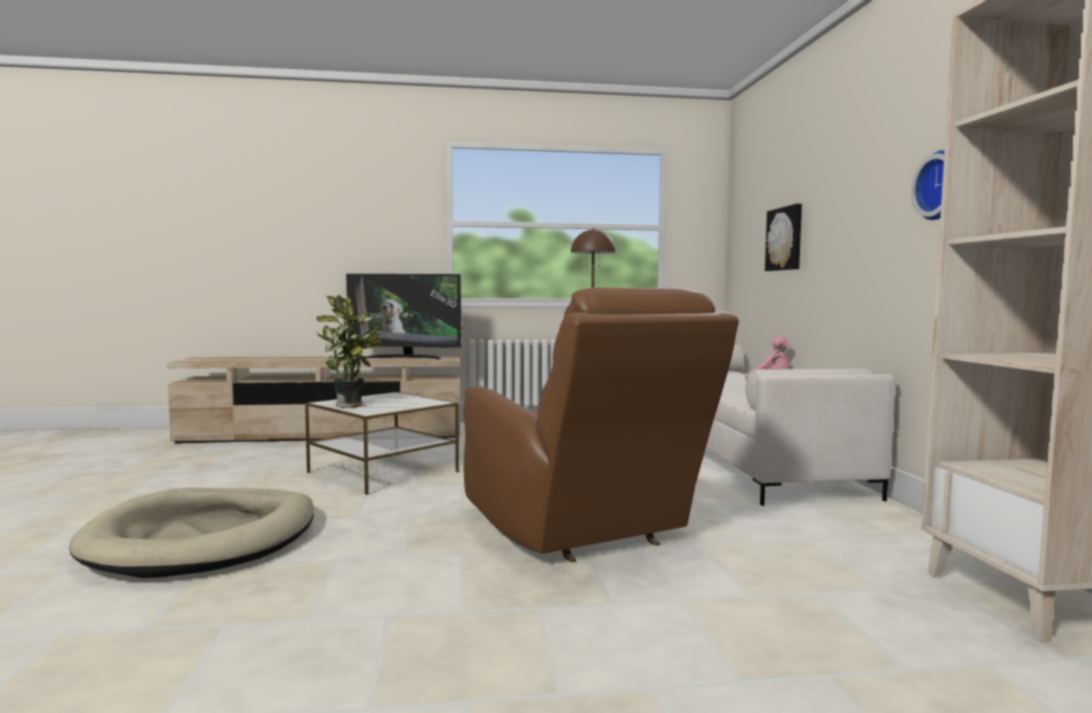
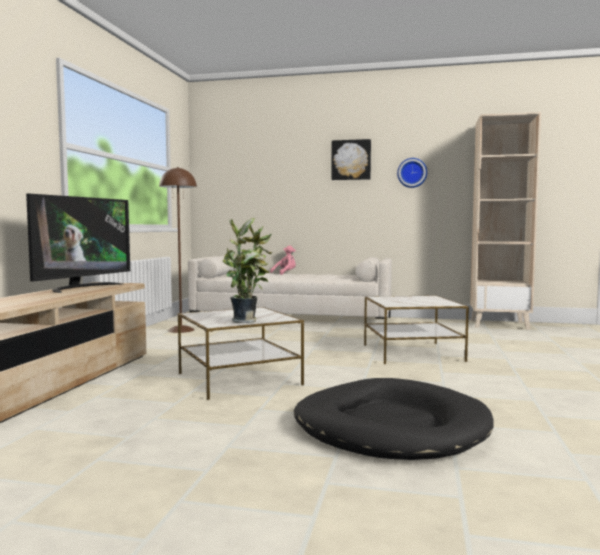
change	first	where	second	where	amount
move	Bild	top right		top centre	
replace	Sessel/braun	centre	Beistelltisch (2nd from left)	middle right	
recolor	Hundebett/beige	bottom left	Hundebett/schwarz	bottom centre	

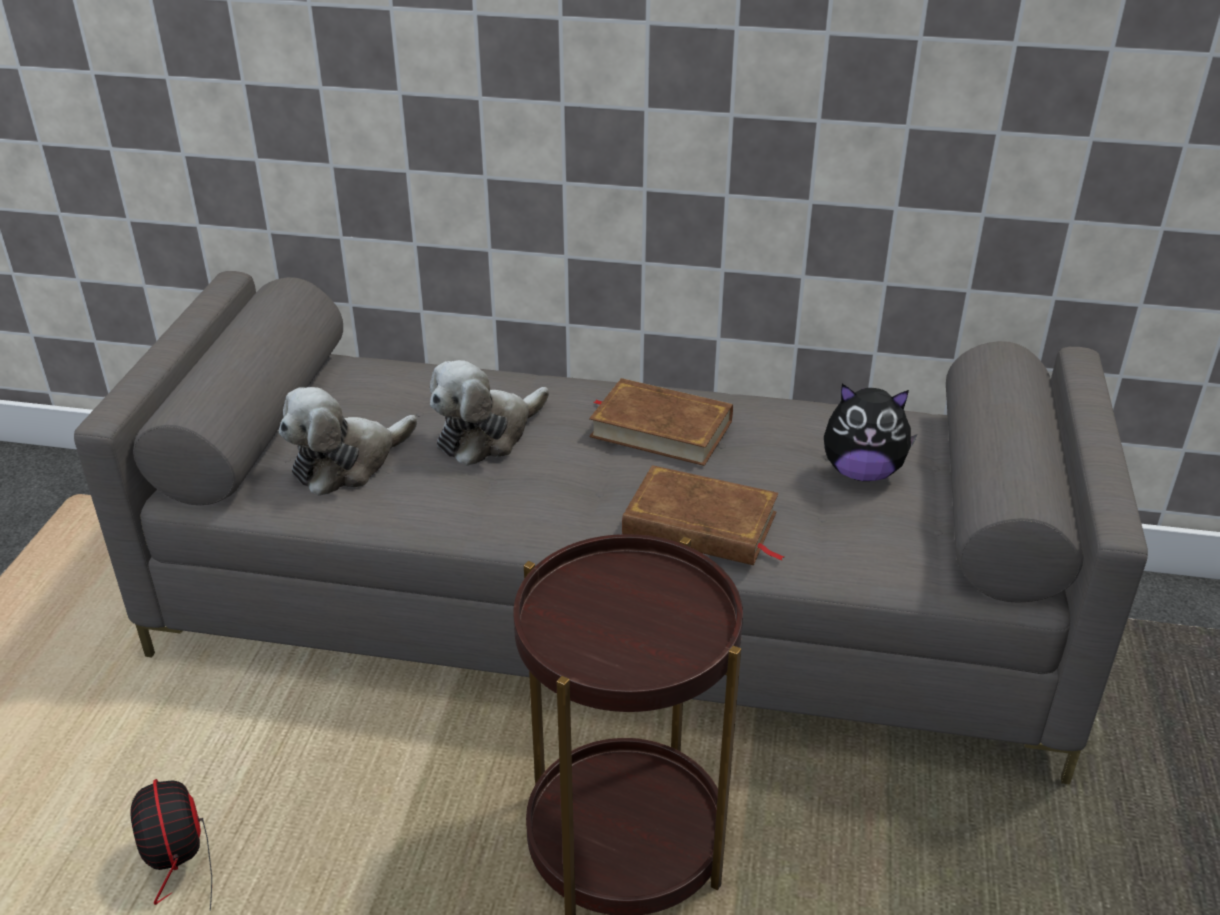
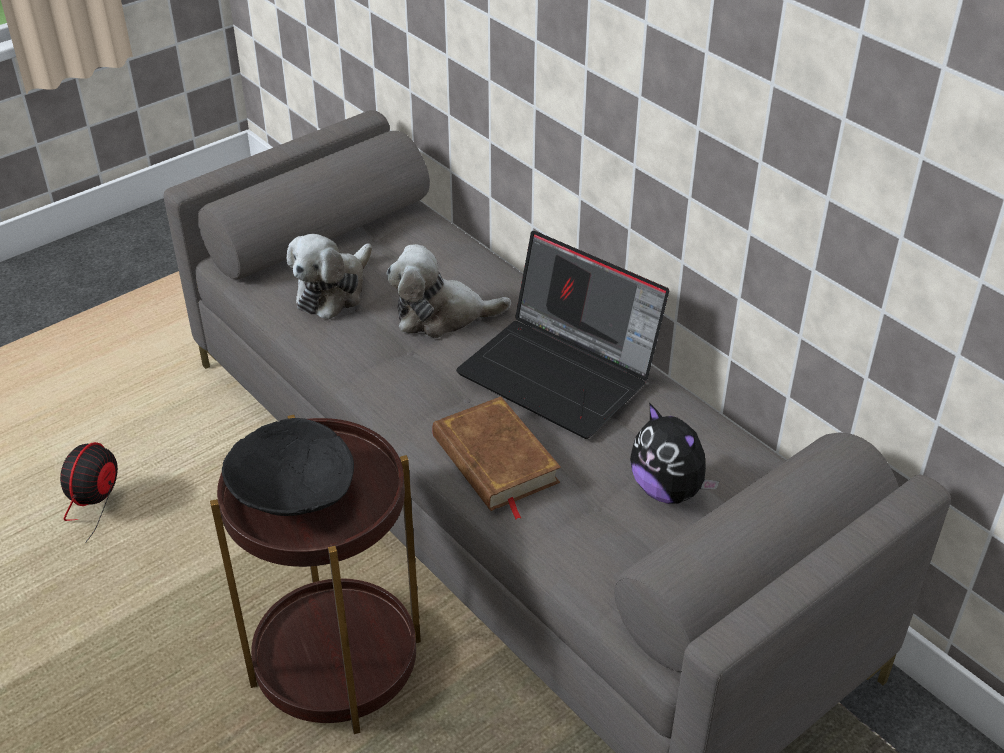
change	first	where	second	where	amount
replace	Buch/braun (1st from left)	centre	Laptop	centre	
rotate	Plüschtier (1st from left)	middle left		middle left	60 degrees counterclockwise
insert			Schüssel/schwarz	middle left	

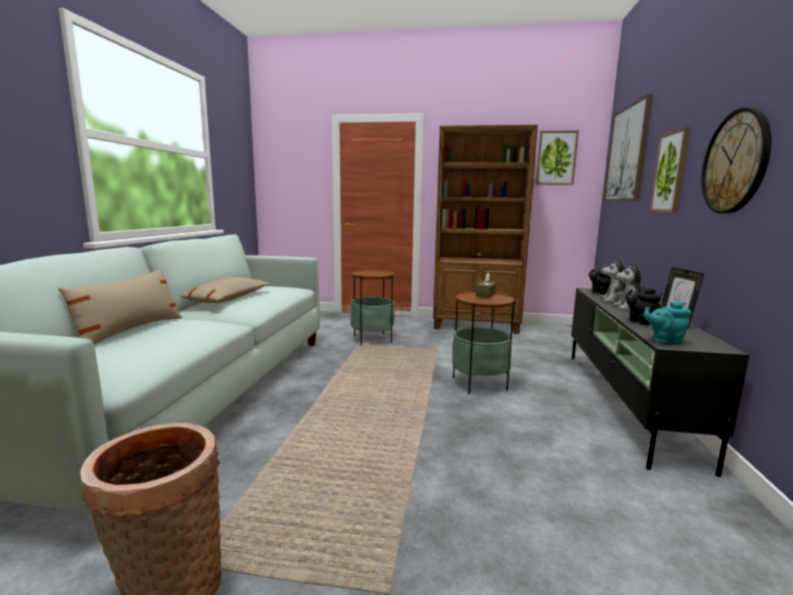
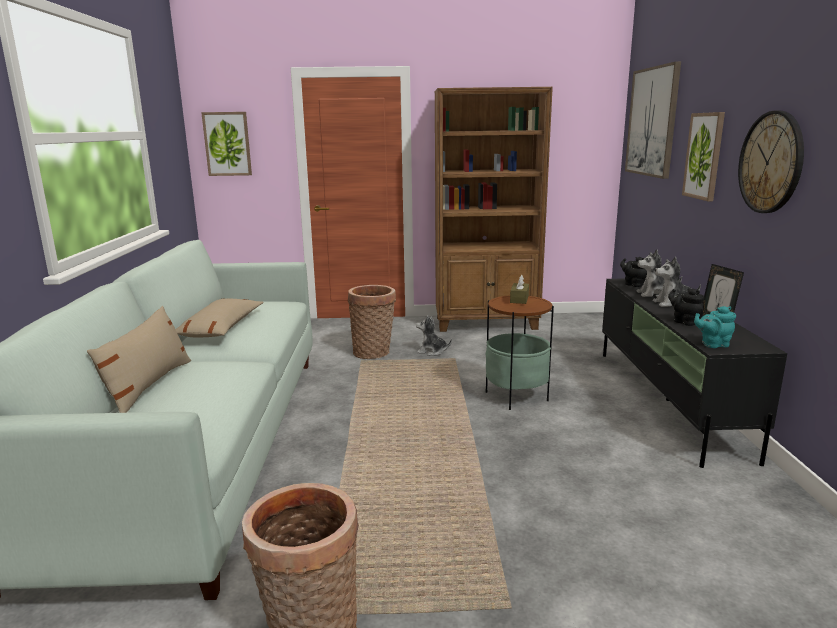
change	first	where	second	where	amount
move	Bild (1st from left)	top right		top left	
replace	Beistelltisch (1st from left)	centre	Korb (2nd from left)	centre	
insert			Plüschtier (1st from left)	centre	

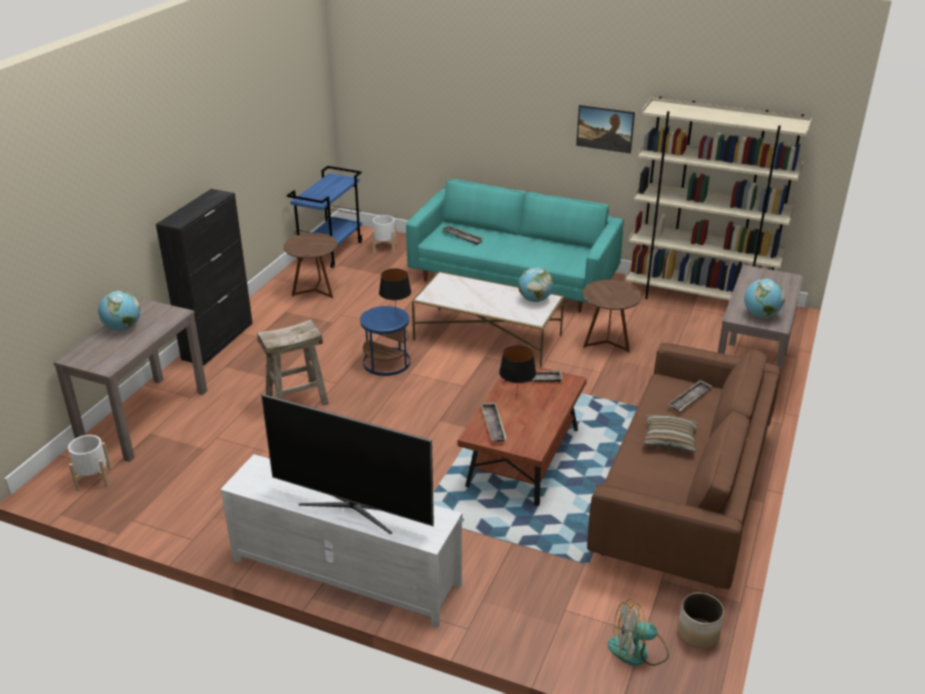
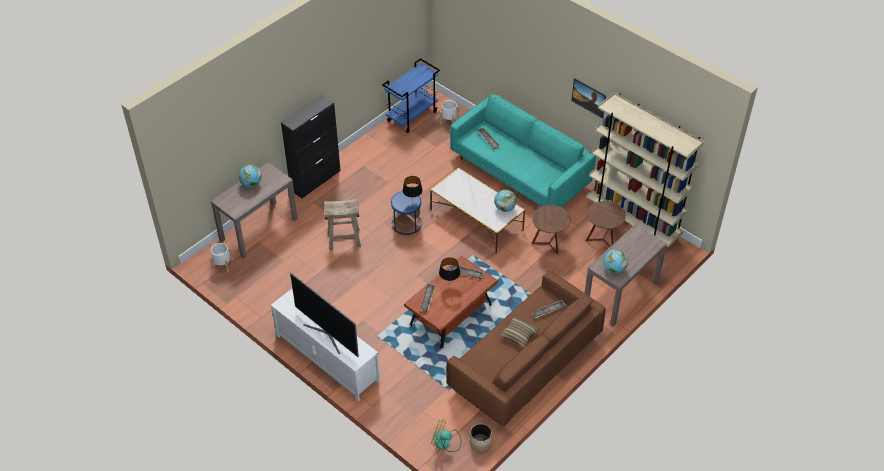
change	first	where	second	where	amount
move	Beistelltisch/braun (1st from left in the first image)	centre	Beistelltisch/braun (2nd from left)	middle right	

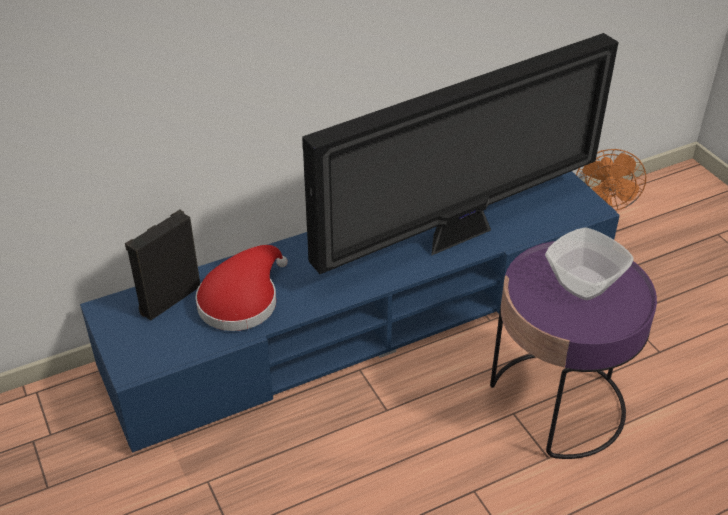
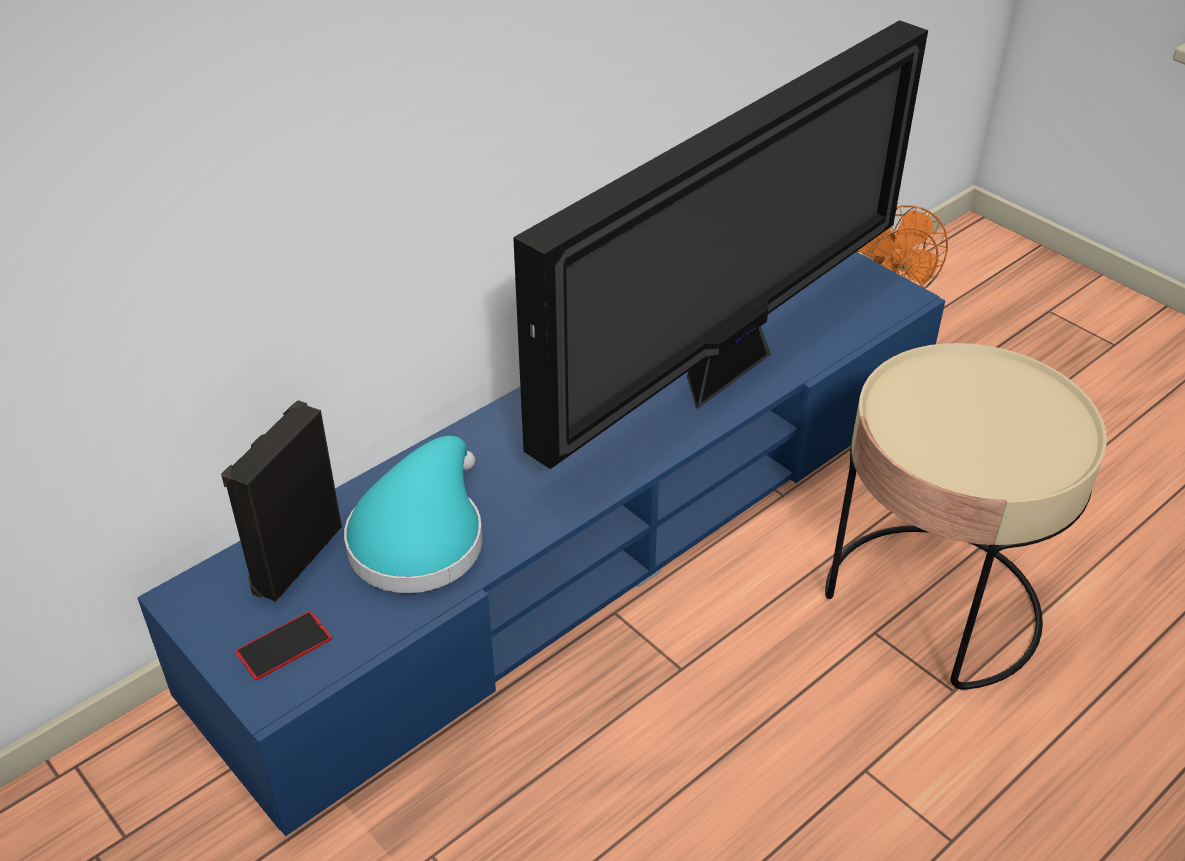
change	first	where	second	where	amount
delete	Schüssel	middle right			
recolor	Beistelltisch/lila	bottom right	Beistelltisch/beige	middle right	
recolor	Hut/rot	middle left	Hut/türkis	centre	
insert			Handy	bottom left	

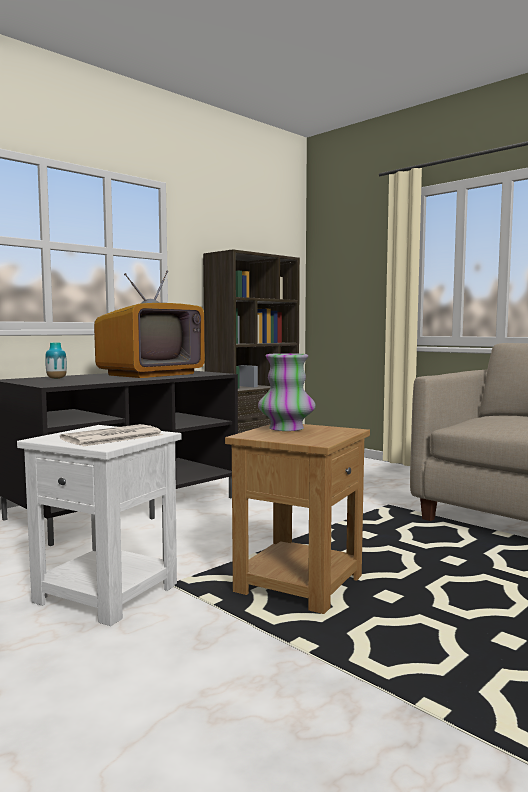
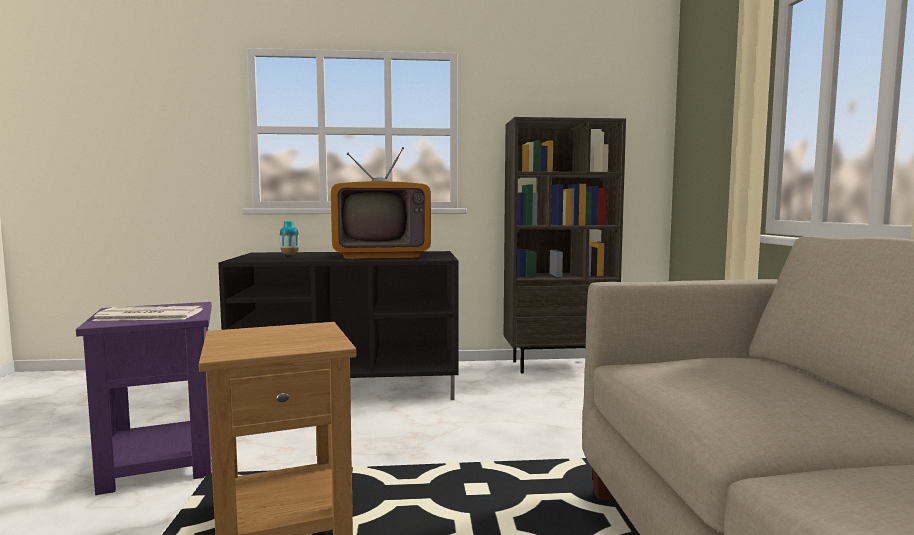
change	first	where	second	where	amount
delete	Vase (2nd from left)	centre			
recolor	Beistelltisch/weiß	middle left	Beistelltisch/lila	bottom left	

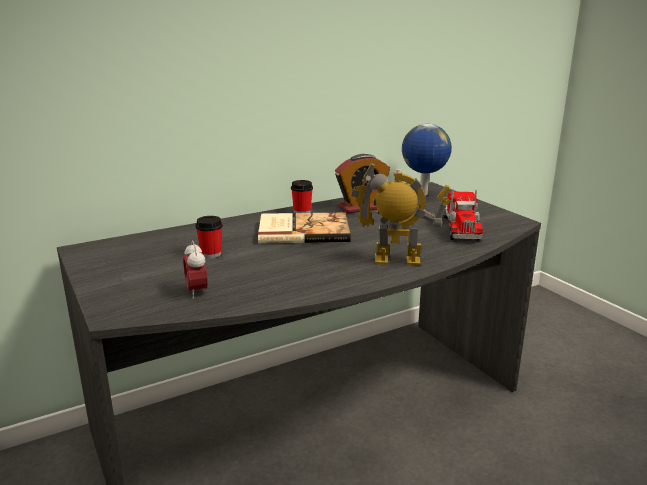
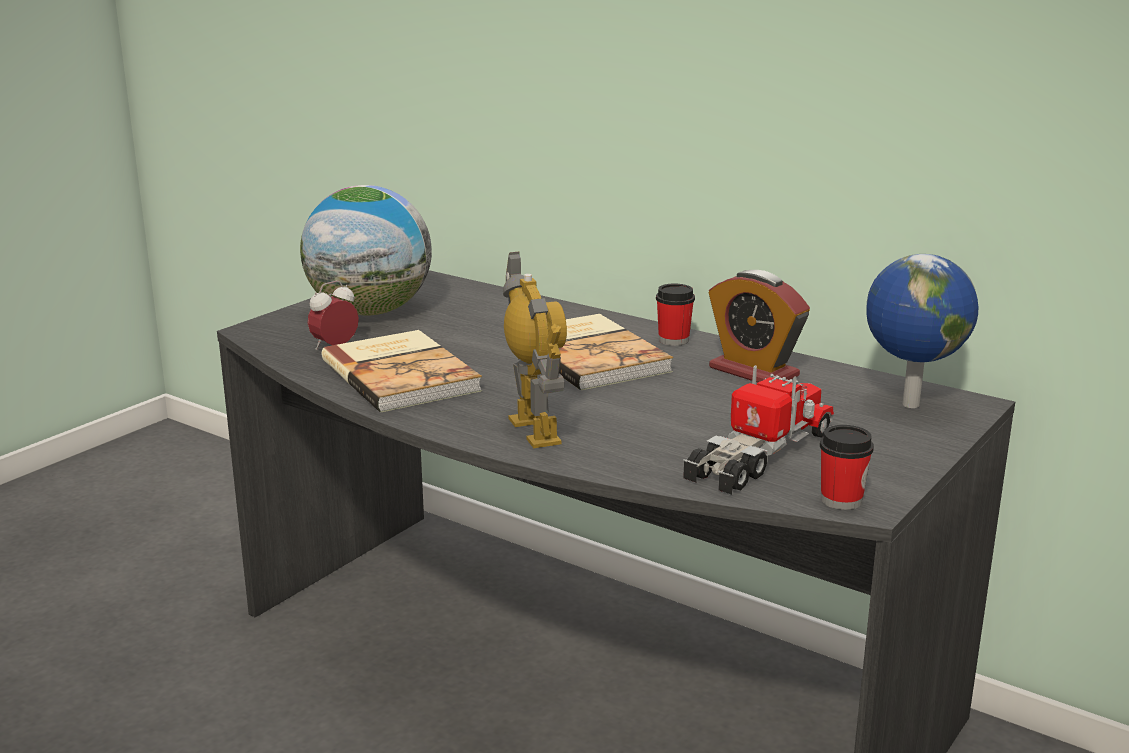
change	first	where	second	where	amount
rotate	Spielzeuglaster	middle right		middle right	150 degrees clockwise
move	Tasse (1st from left in the first image)	middle left	Tasse (2nd from left)	middle right	
insert			Globus (1st from left)	top left	
insert			Buch (1st from left)	centre	

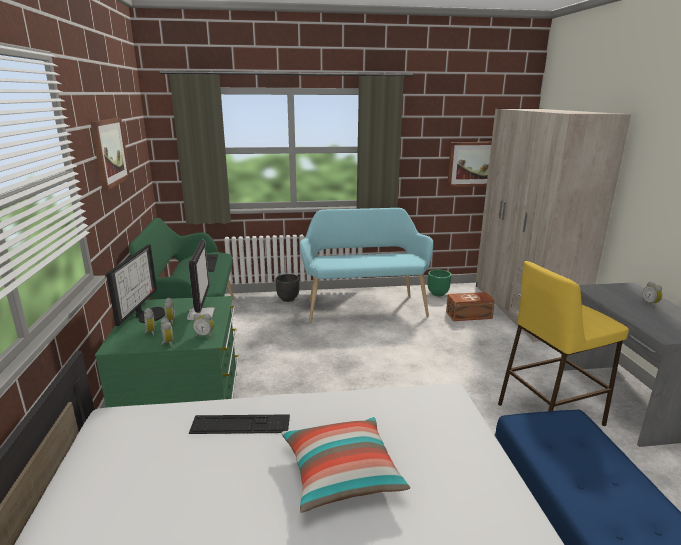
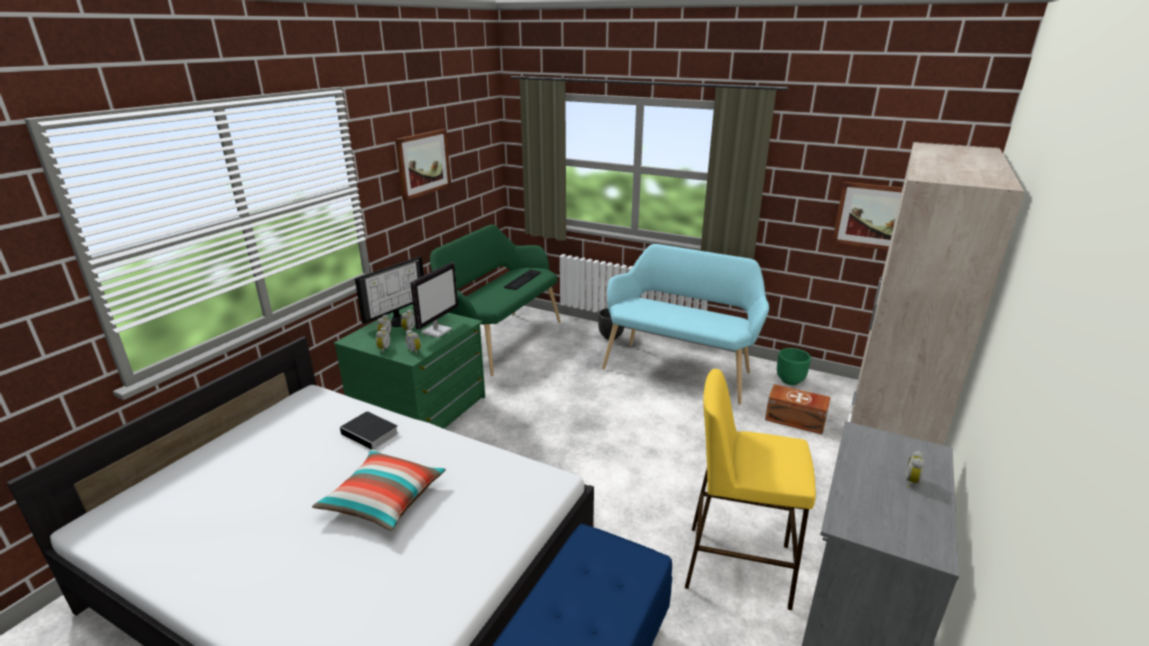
change	first	where	second	where	amount
replace	Tastatur (2nd from left)	bottom centre	Buch	bottom left	

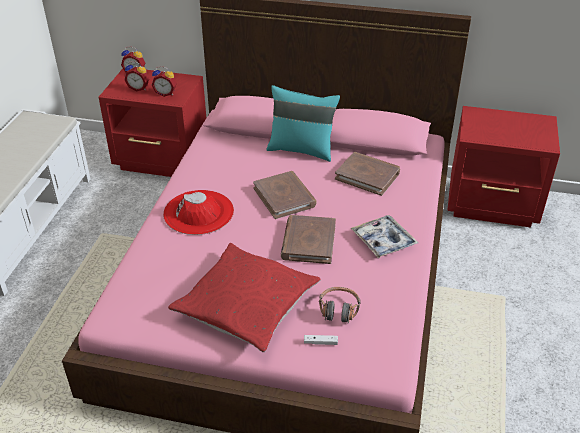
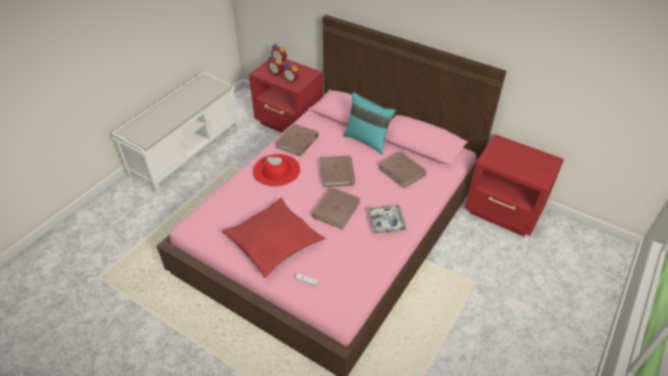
change	first	where	second	where	amount
delete	Kopfhörer	bottom centre			
insert			Buch/braun (1st from left)	centre	

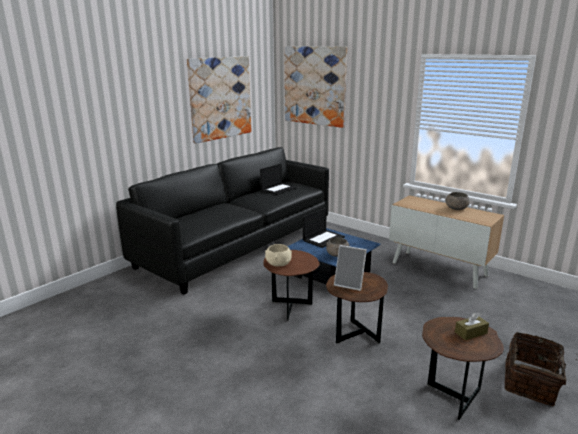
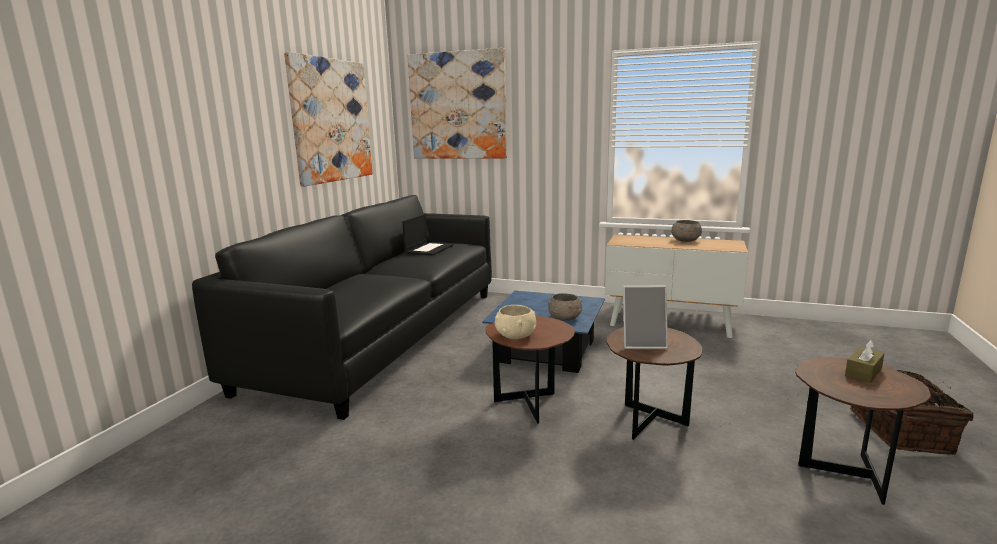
change	first	where	second	where	amount
delete	Laptop (2nd from left)	centre			

